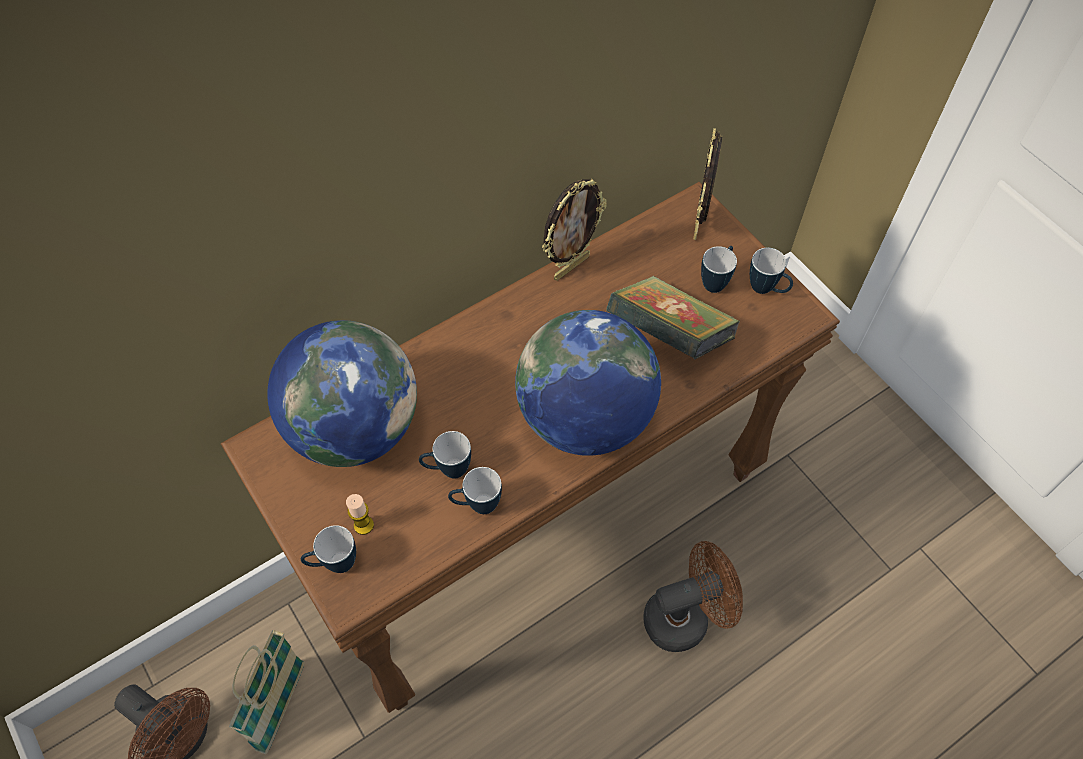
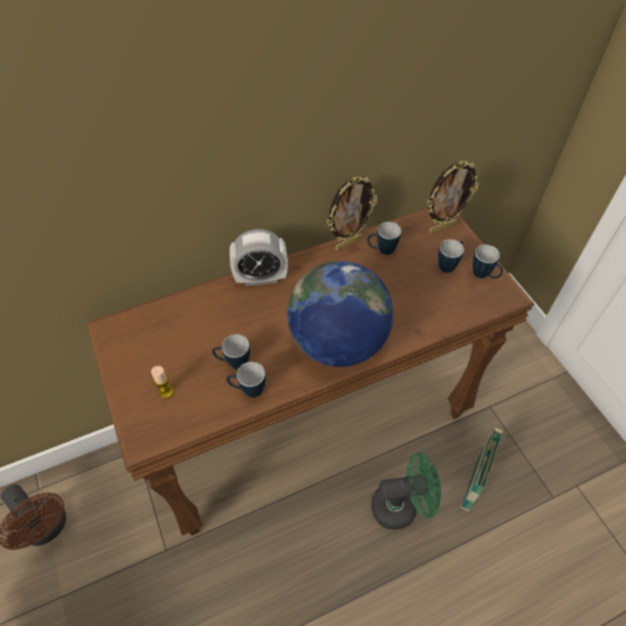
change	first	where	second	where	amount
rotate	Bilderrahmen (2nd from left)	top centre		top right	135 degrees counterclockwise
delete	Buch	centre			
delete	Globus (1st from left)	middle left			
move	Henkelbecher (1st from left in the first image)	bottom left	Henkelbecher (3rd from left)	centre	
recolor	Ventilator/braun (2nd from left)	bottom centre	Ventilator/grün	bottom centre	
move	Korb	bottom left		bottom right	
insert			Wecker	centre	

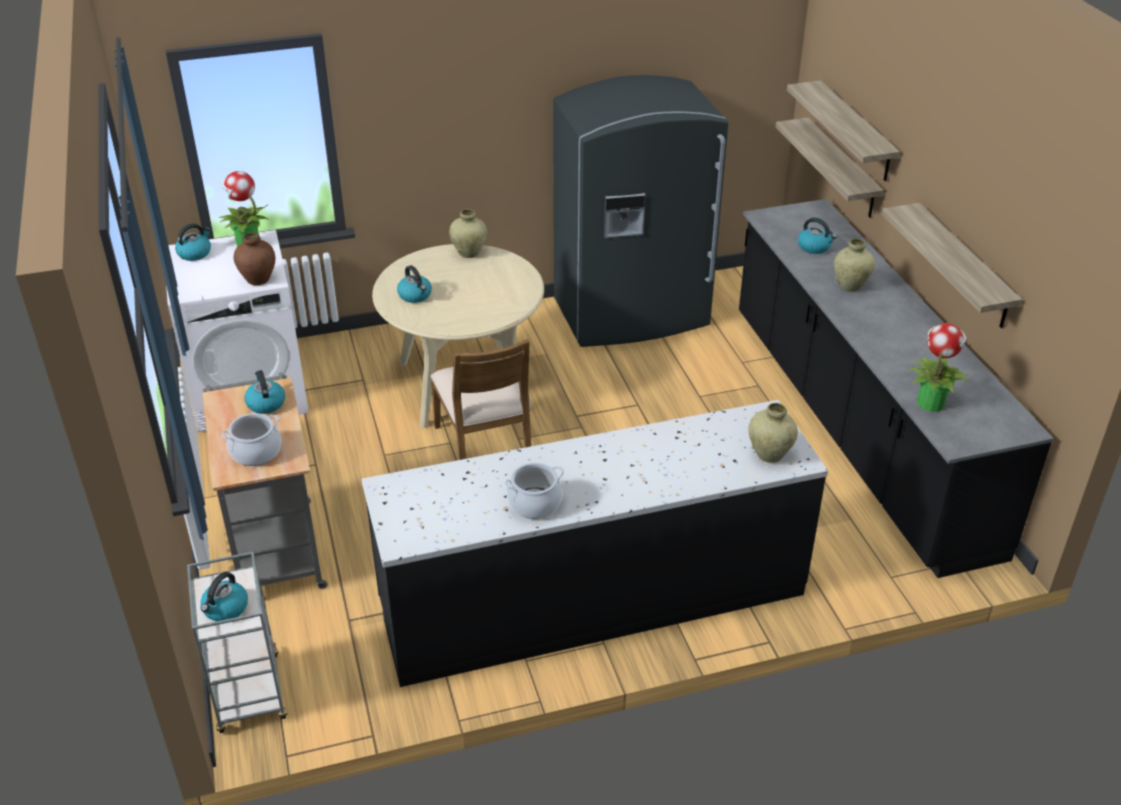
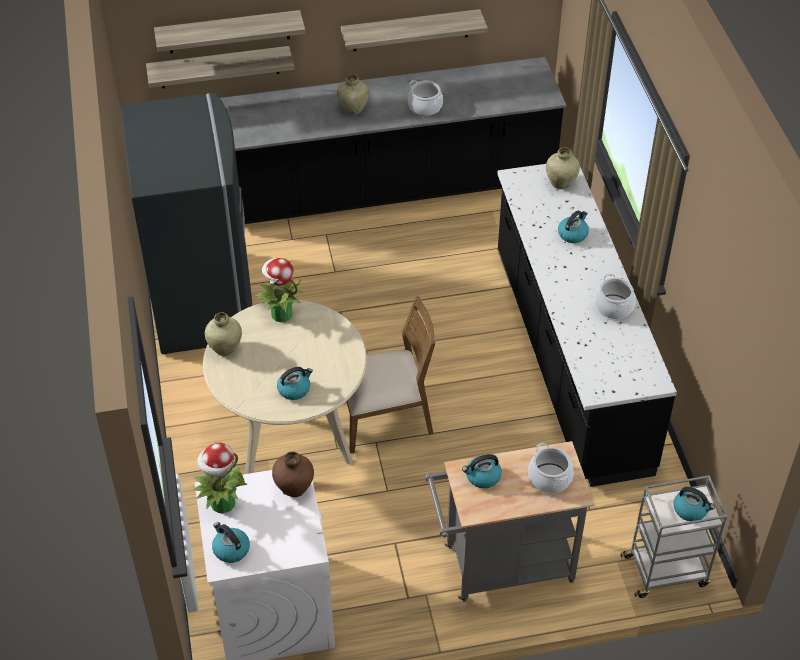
change	first	where	second	where	amount
move	Wasserkessel (5th from left in the first image)	top right	Wasserkessel (4th from left)	middle right	
move	Topfpflanze (2nd from left)	middle right		centre	
insert			Kochtopf (1st from left)	top centre	

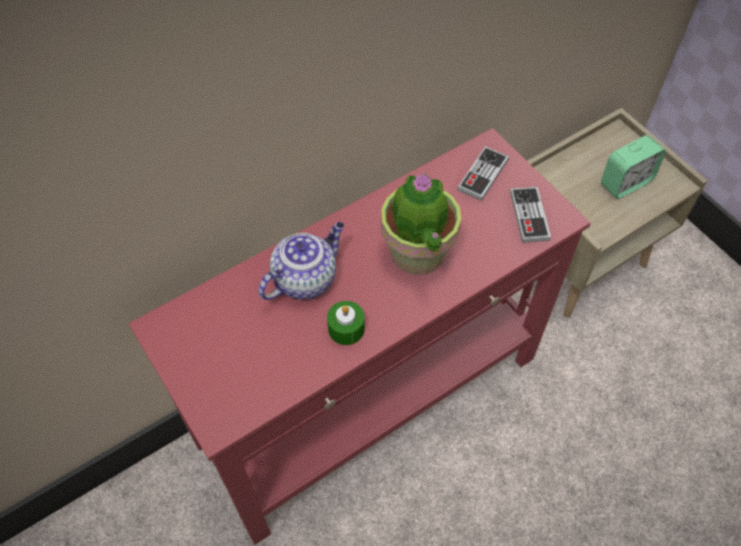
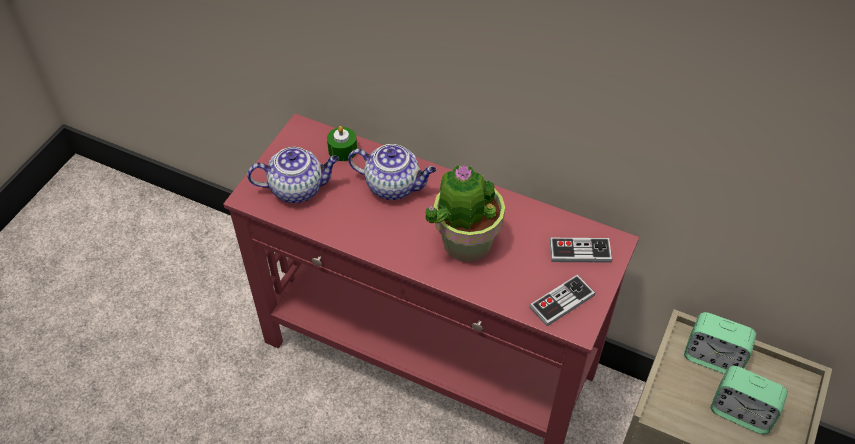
change	first	where	second	where	amount
move	Kerze/grün	centre		top centre	
insert			Teekanne (1st from left)	centre	
insert			Wecker (1st from left)	bottom right	

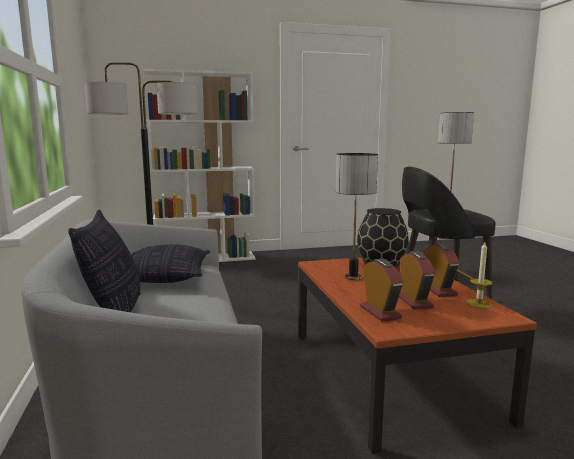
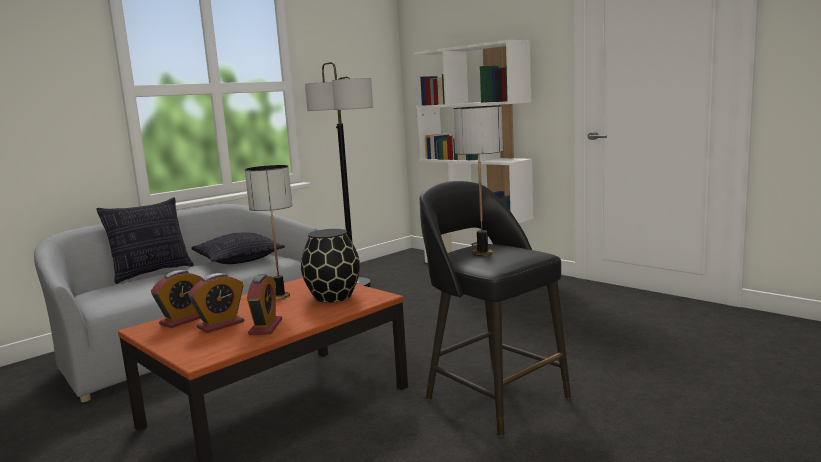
change	first	where	second	where	amount
delete	Kerze	middle right			
rotate	Wecker (3rd from left)	middle right		middle left	45 degrees counterclockwise

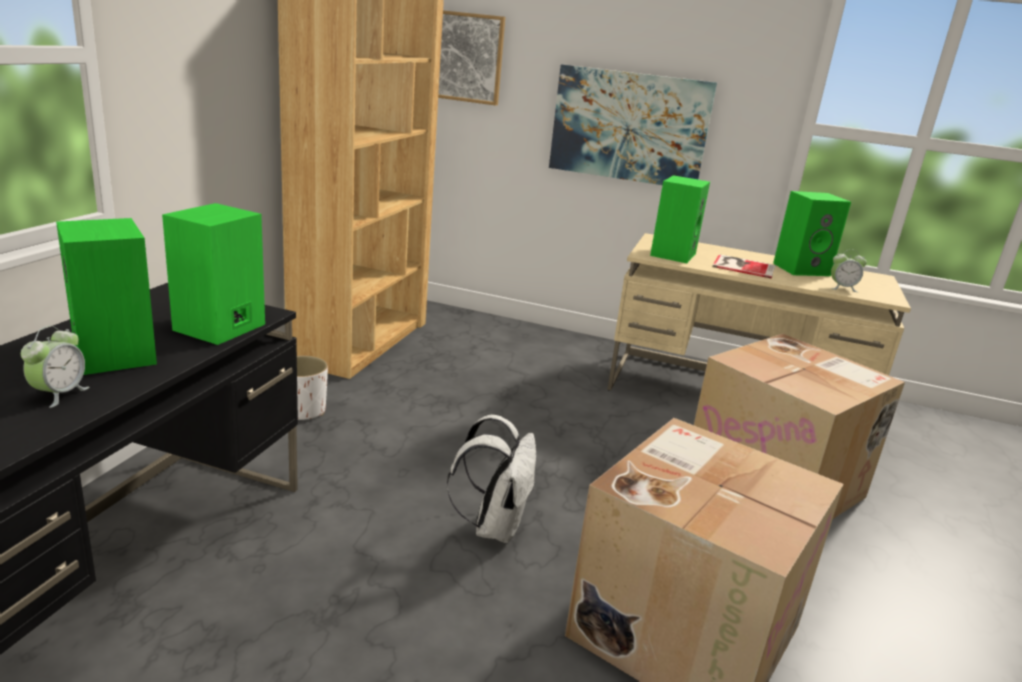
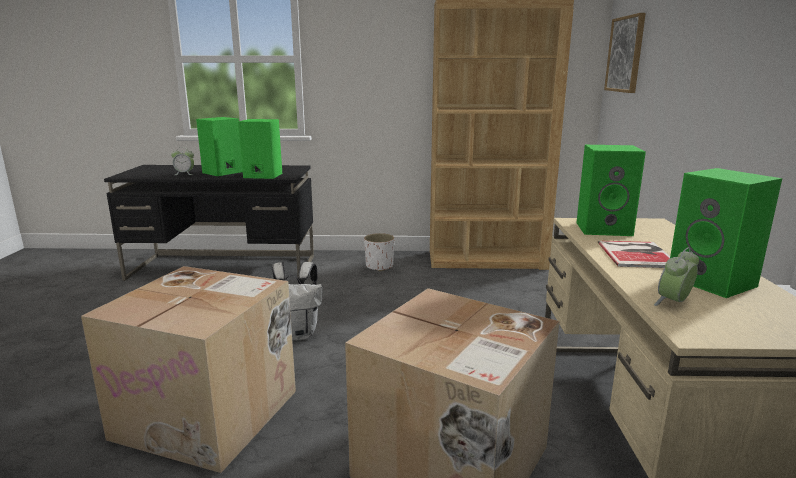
change	first	where	second	where	amount
delete	Bild (2nd from left)	top centre			
rotate	Wecker (2nd from left)	middle right		middle right	60 degrees clockwise

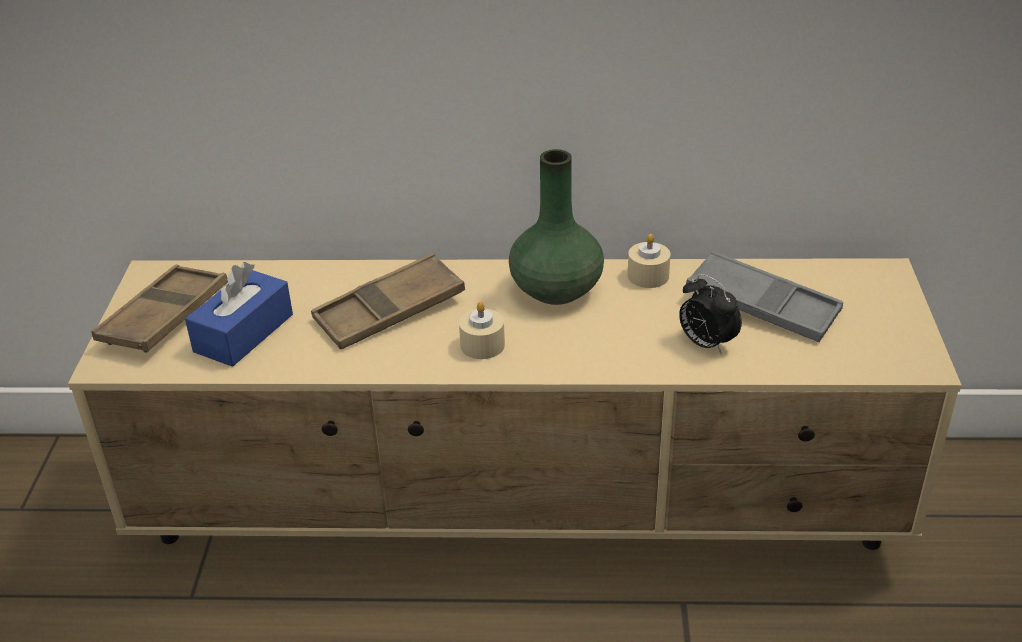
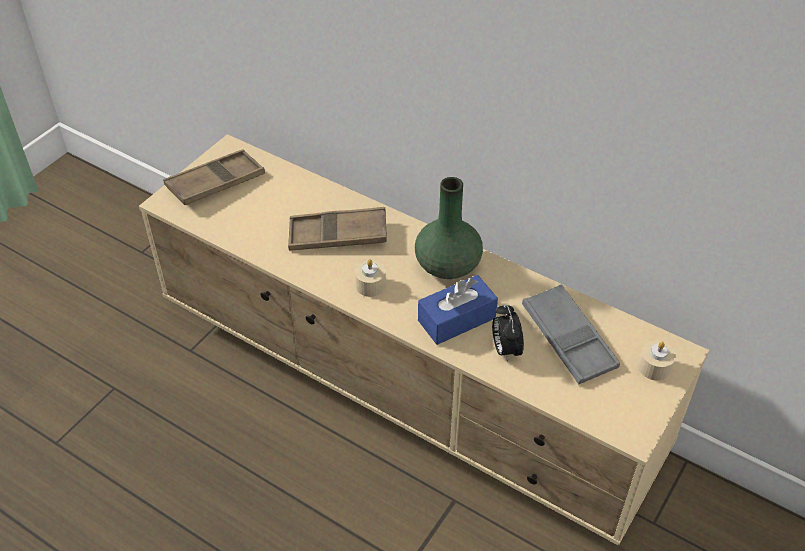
change	first	where	second	where	amount
move	Kerze/beige (2nd from left)	centre		middle right	
move	Taschentuchbox/blau	middle left		centre	

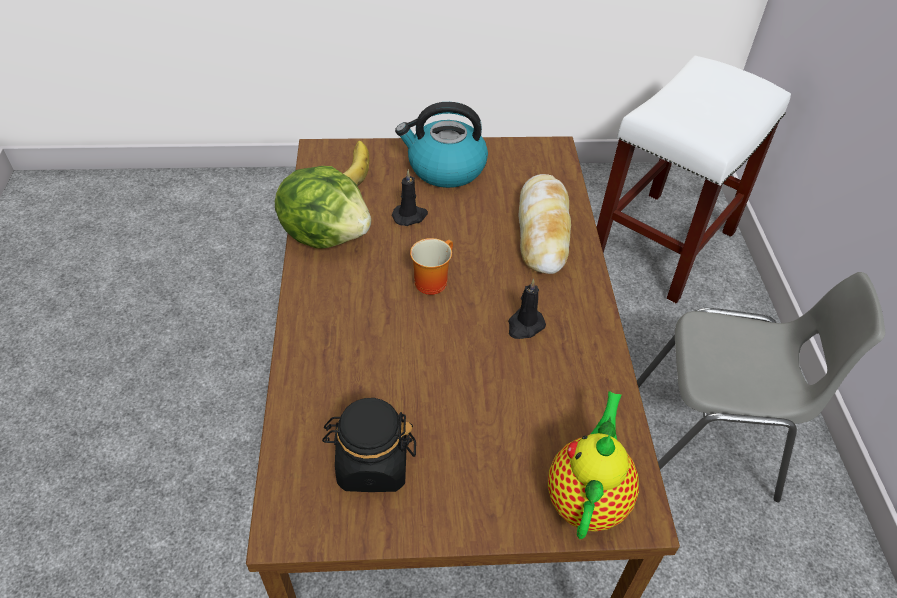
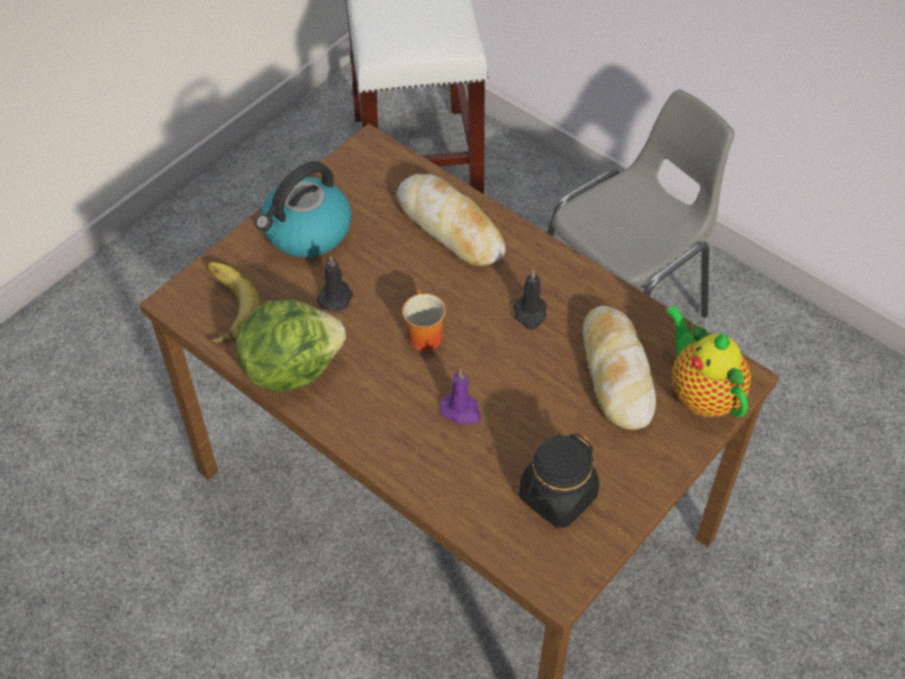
change	first	where	second	where	amount
insert			Brot (2nd from left)	middle right	
insert			Kerze/lila	centre	

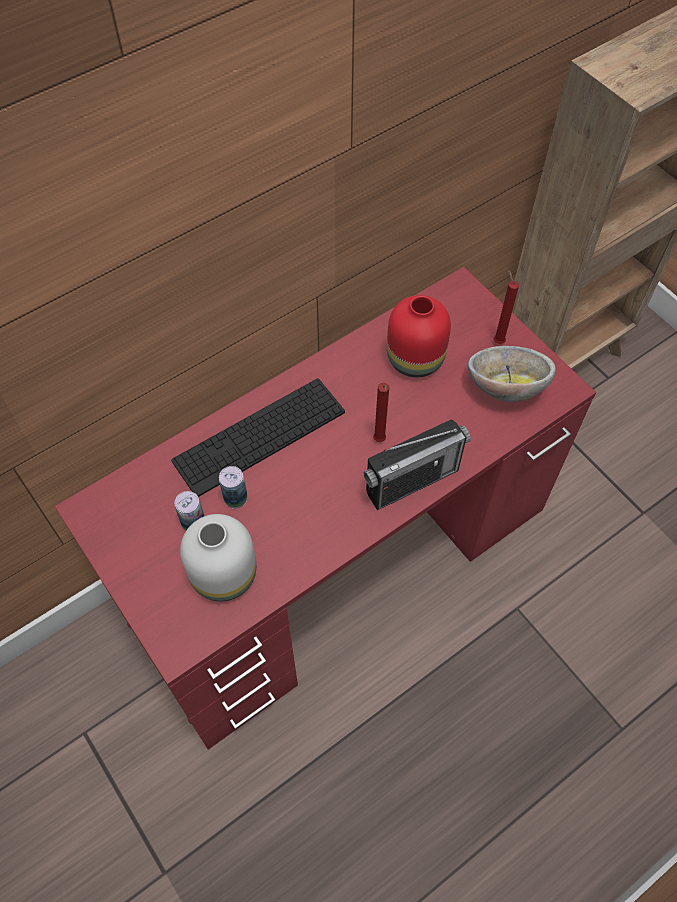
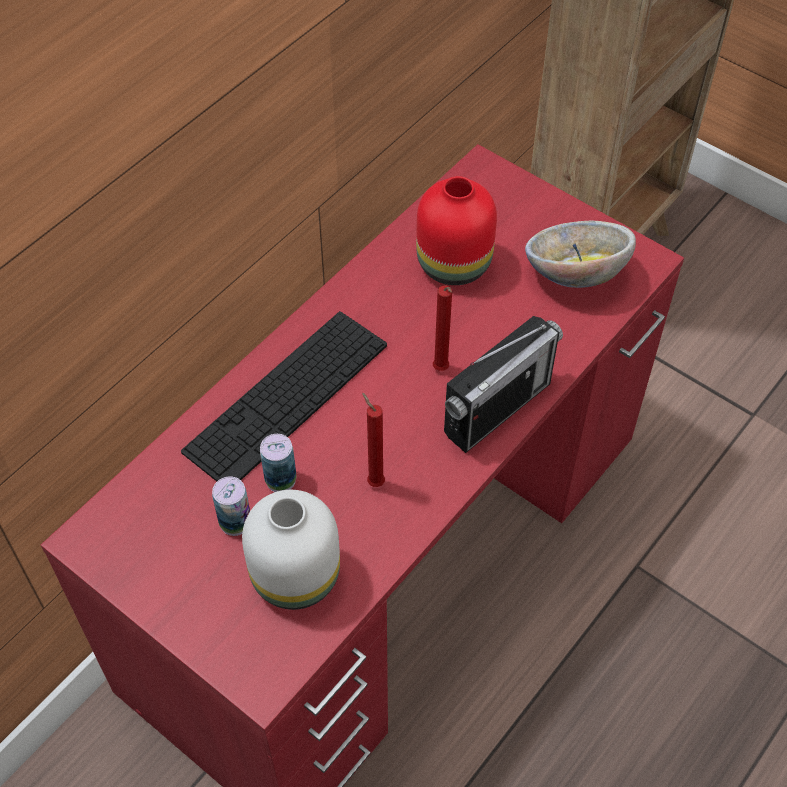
change	first	where	second	where	amount
move	Kerze/rot (2nd from left in the first image)	middle right	Kerze/rot (1st from left)	centre	

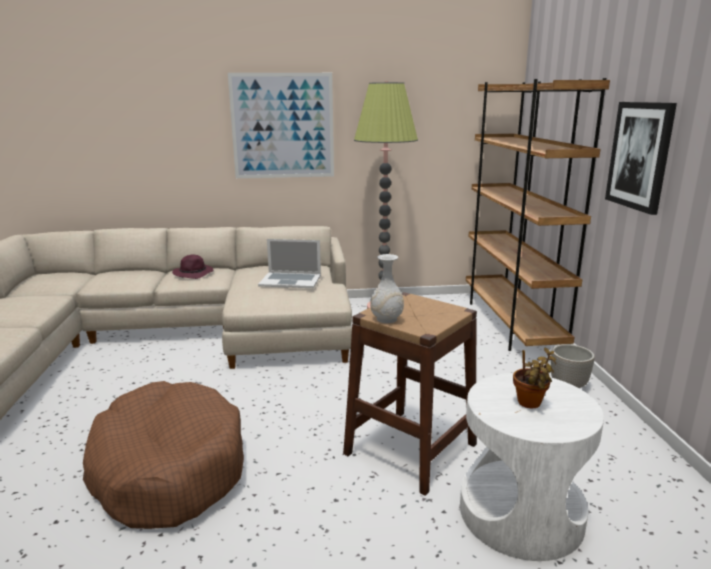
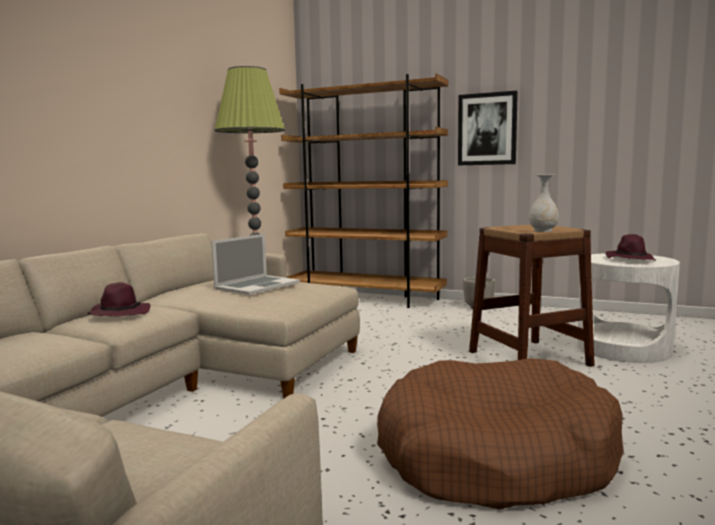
change	first	where	second	where	amount
delete	Bild (1st from left)	top centre			
replace	Topfpflanze	middle right	Hut/lila (2nd from left)	middle right	

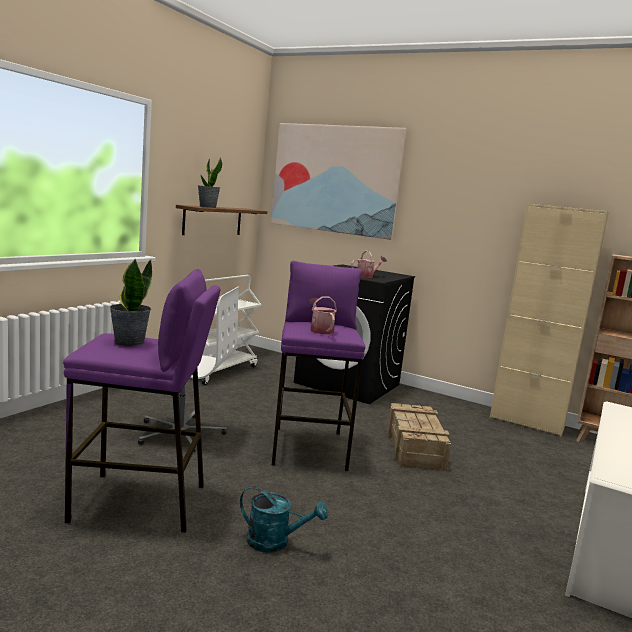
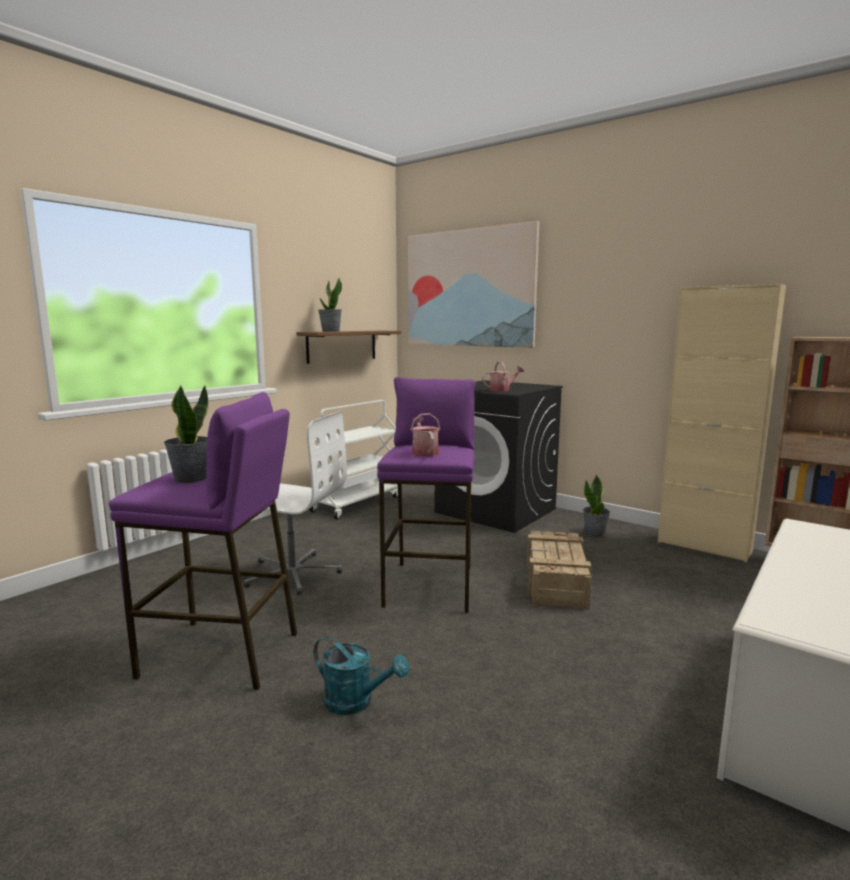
change	first	where	second	where	amount
insert			Topfpflanze (3rd from left)	middle right	

